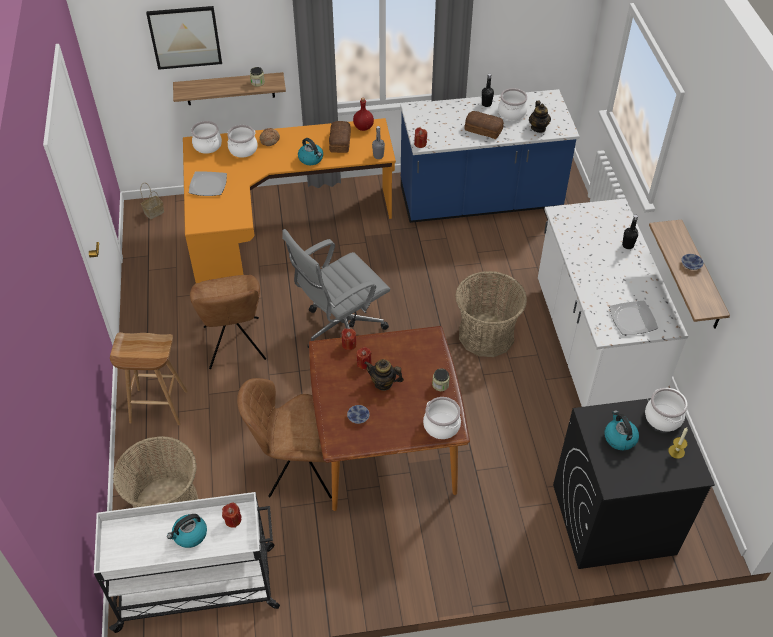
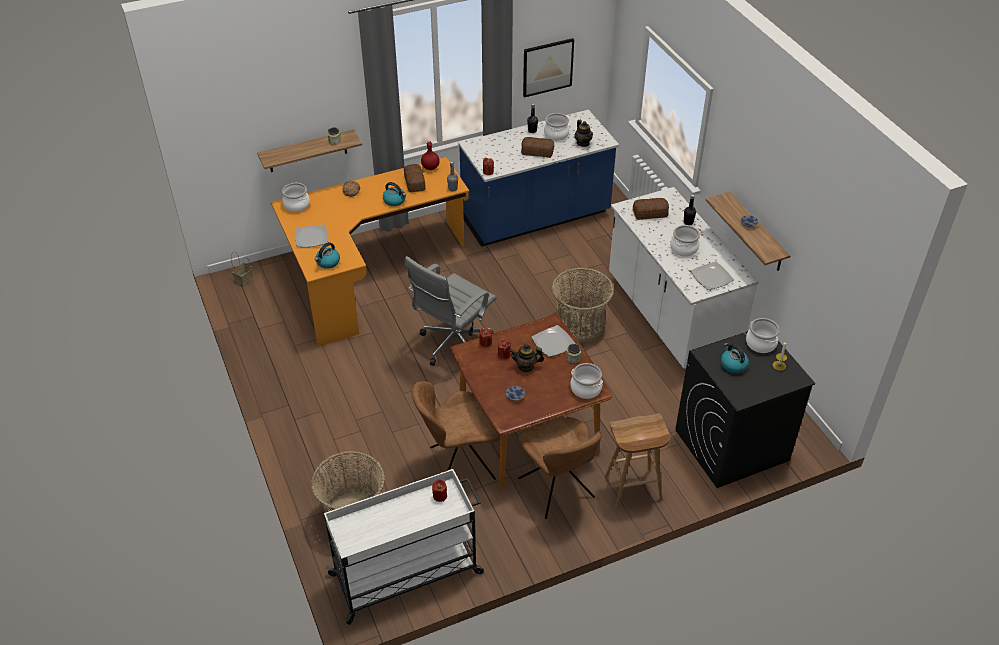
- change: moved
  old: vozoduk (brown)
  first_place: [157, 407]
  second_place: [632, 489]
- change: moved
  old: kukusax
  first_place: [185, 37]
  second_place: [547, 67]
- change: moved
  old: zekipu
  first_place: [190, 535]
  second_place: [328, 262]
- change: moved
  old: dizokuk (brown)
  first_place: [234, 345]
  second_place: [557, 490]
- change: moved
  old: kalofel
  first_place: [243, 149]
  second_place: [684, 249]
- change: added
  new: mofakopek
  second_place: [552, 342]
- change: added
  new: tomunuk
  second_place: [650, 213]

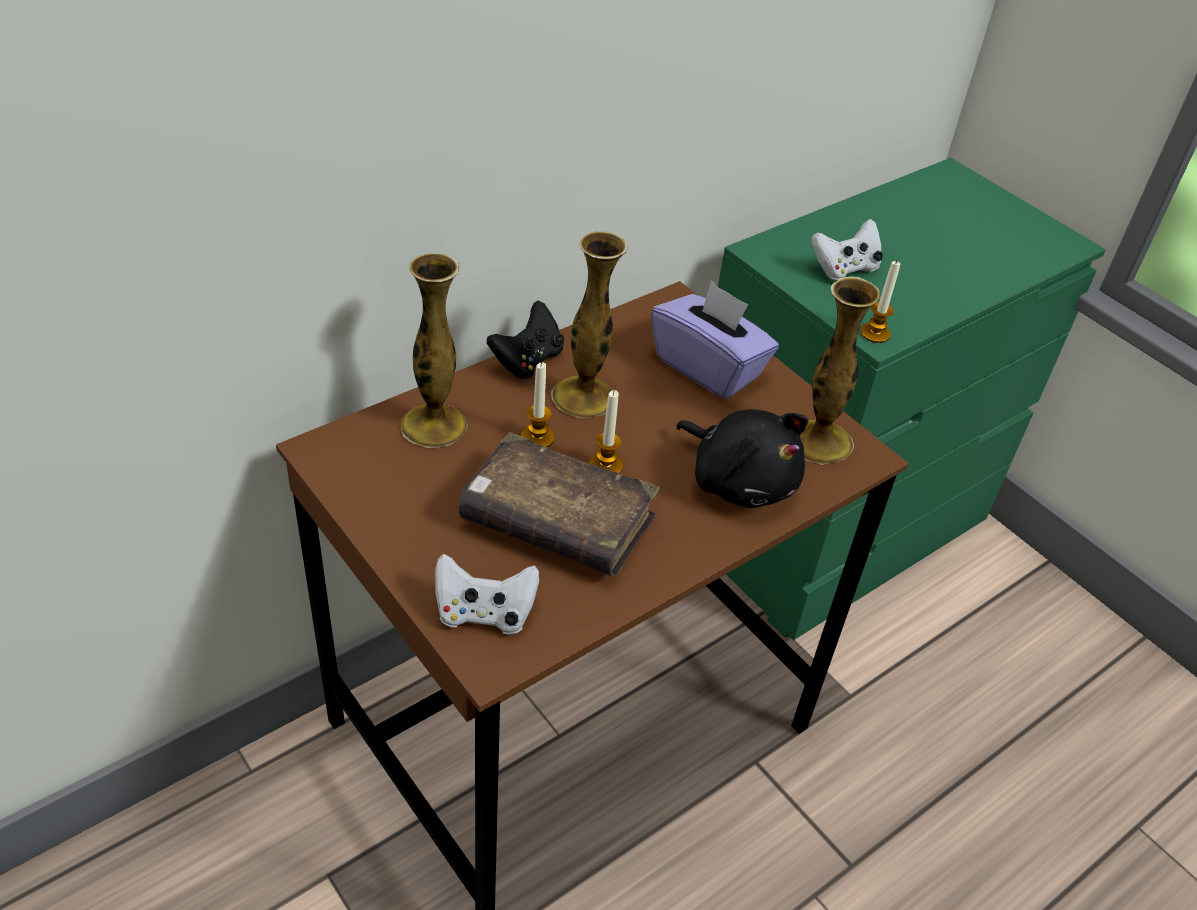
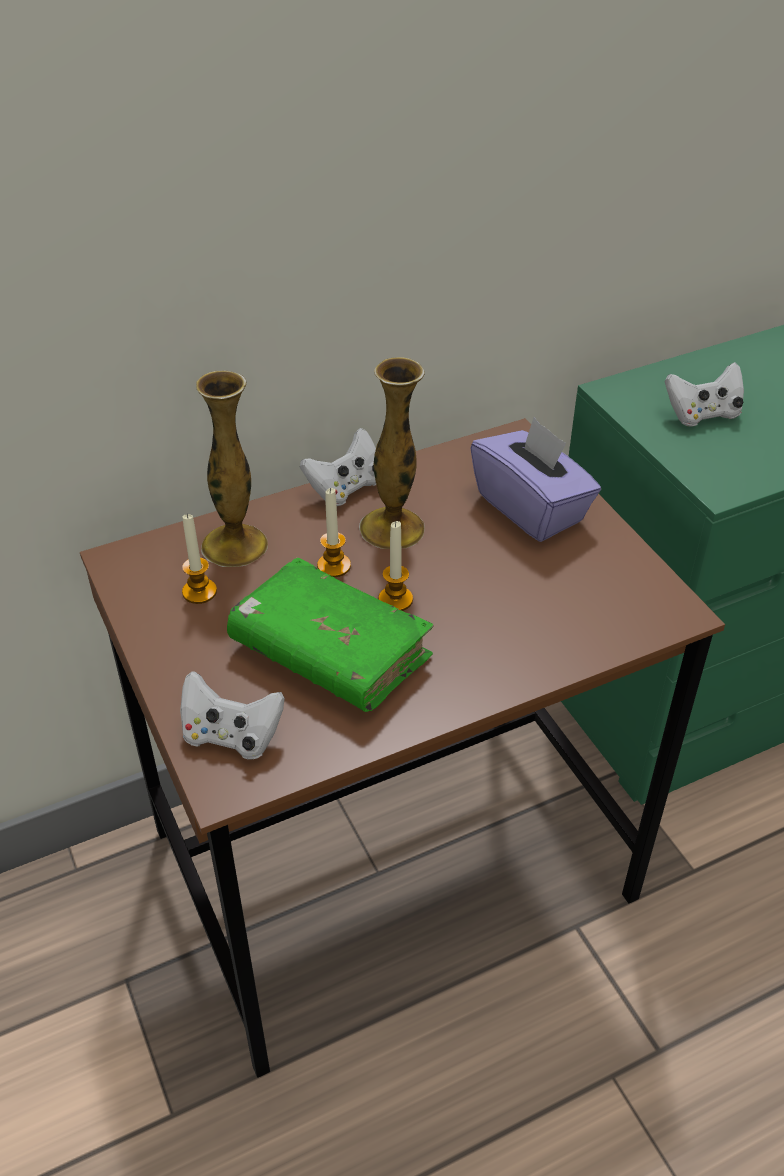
- change: recoloured
  old: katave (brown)
  new: katave (green)
  first_place: [557, 522]
  second_place: [330, 652]
- change: recoloured
  old: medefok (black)
  new: medefok (white)
  first_place: [527, 360]
  second_place: [345, 488]
- change: removed
  old: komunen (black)
  first_place: [740, 480]
- change: removed
  old: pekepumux
  first_place: [820, 442]
- change: moved
  old: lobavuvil
  first_place: [875, 333]
  second_place: [199, 592]

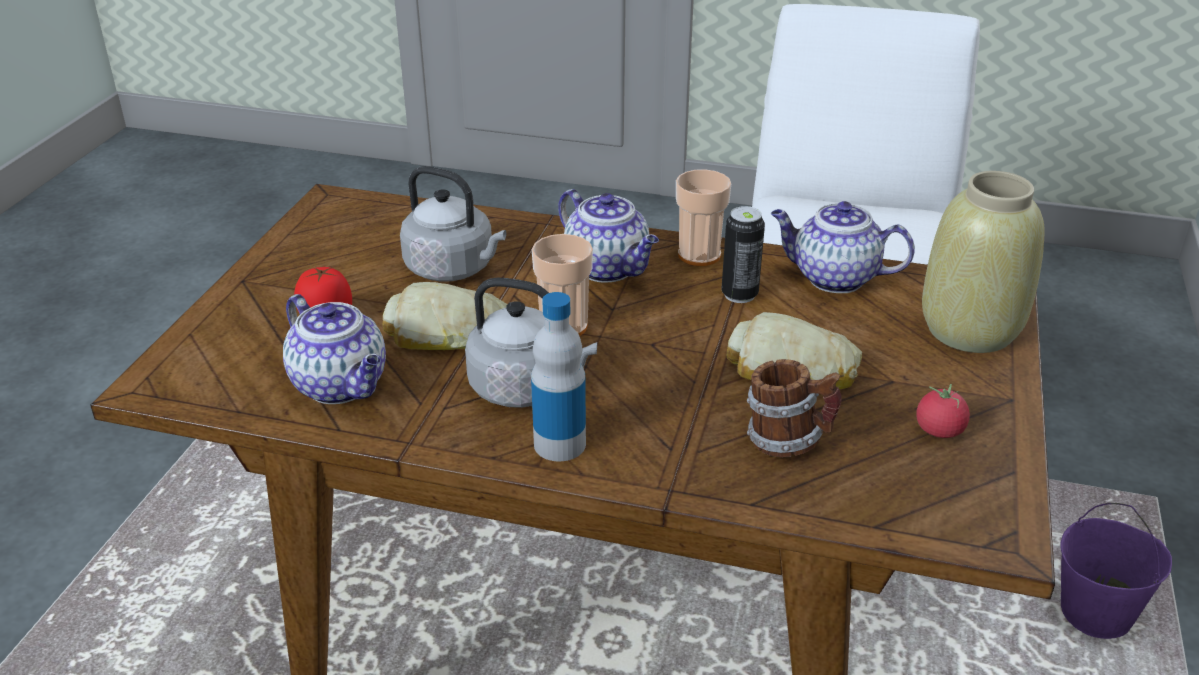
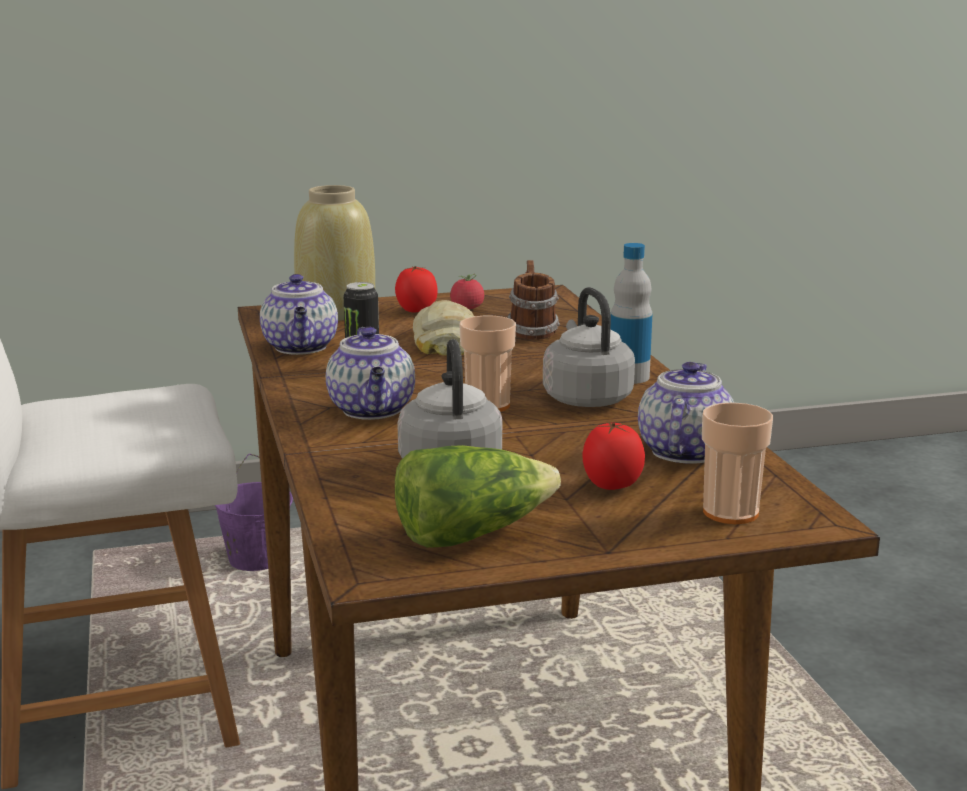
- change: removed
  old: tomunuk
  first_place: [448, 332]
- change: turned
  old: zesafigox
  first_place: [608, 269]
  second_place: [373, 410]
  degrees: 150
- change: moved
  old: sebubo
  first_place: [699, 255]
  second_place: [730, 512]
- change: added
  new: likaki
  second_place: [416, 311]
- change: added
  new: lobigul
  second_place: [471, 534]

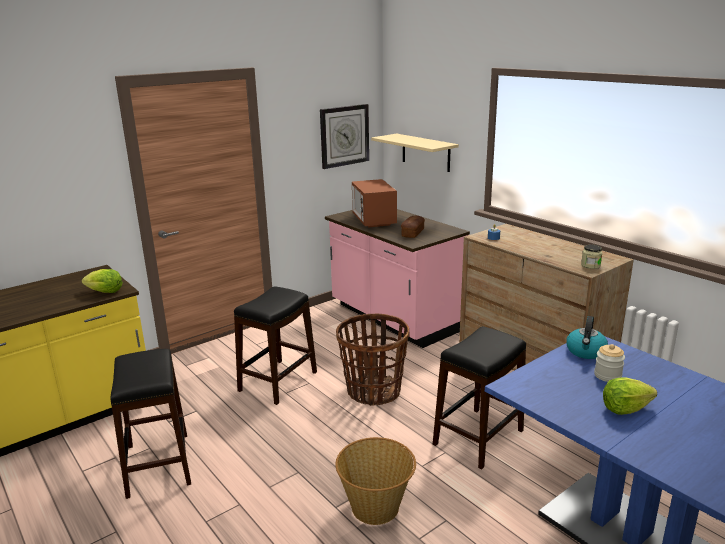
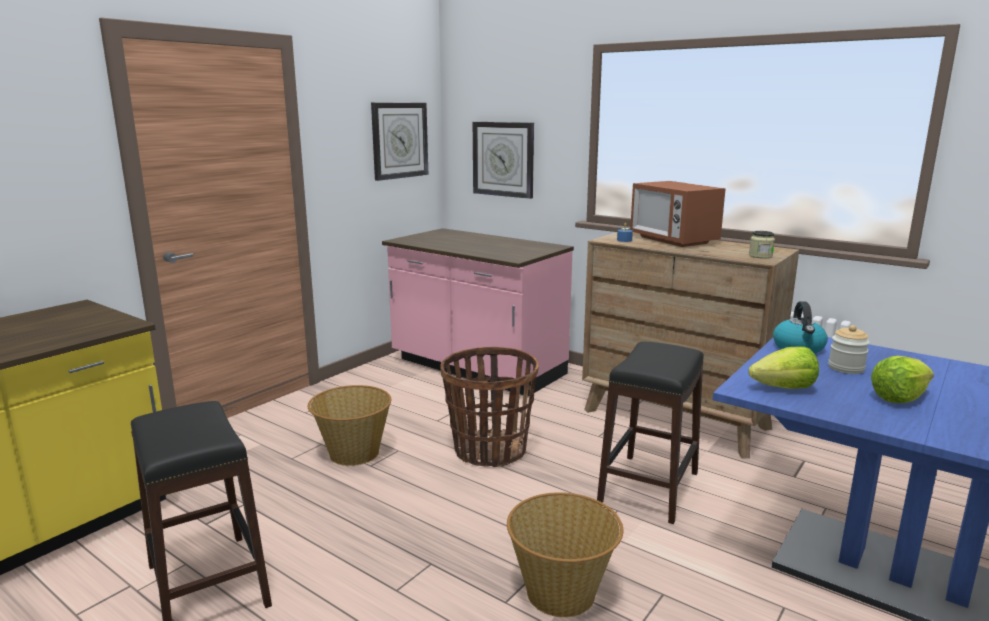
- change: moved
  old: lobigul
  first_place: [105, 292]
  second_place: [784, 388]
- change: replaced
  old: vozoduk (black)
  new: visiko
  first_place: [277, 381]
  second_place: [353, 453]
- change: moved
  old: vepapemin
  first_place: [373, 221]
  second_place: [673, 240]
- change: replaced
  old: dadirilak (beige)
  new: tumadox
  first_place: [425, 152]
  second_place: [503, 159]
- change: removed
  old: tomunuk
  first_place: [412, 233]

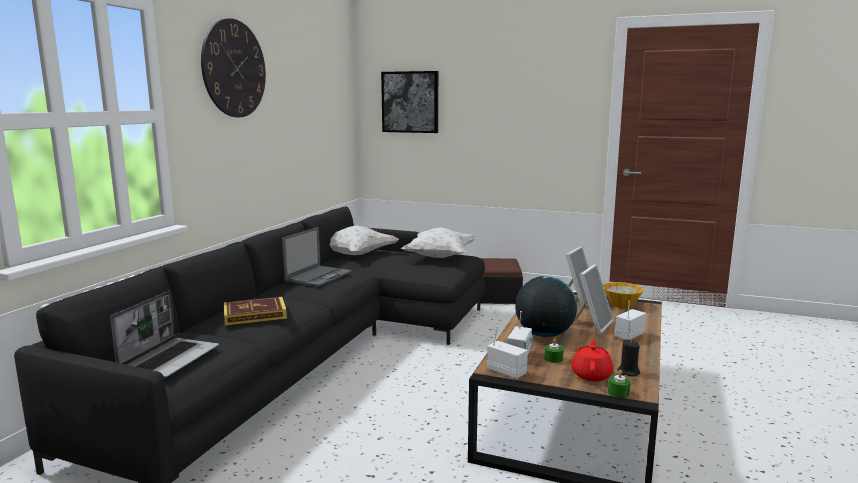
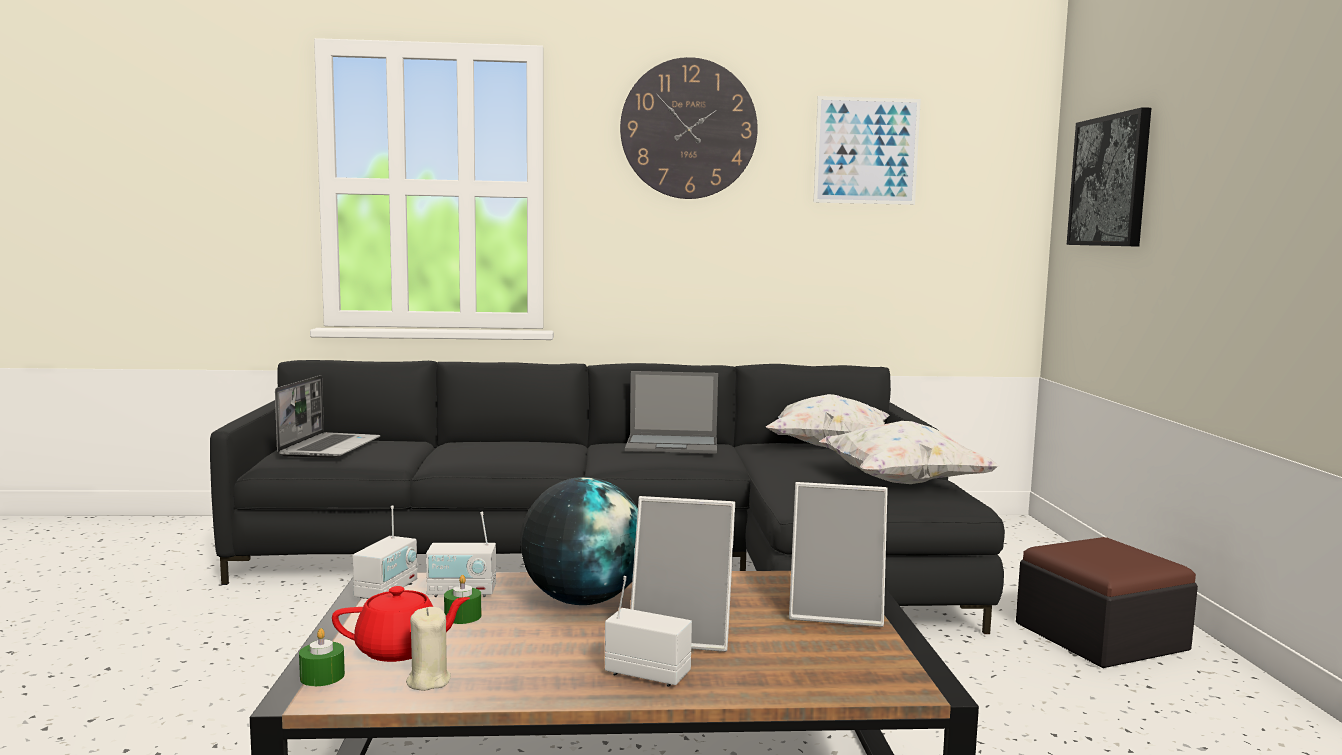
- change: turned
  old: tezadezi
  first_place: [170, 359]
  second_place: [329, 447]
  degrees: -75
- change: removed
  old: katave
  first_place: [255, 315]
- change: removed
  old: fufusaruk
  first_place: [621, 304]
- change: recoloured
  old: lobavuvil (black)
  new: lobavuvil (beige)
  first_place: [628, 372]
  second_place: [428, 681]
- change: added
  new: kukusax
  second_place: [866, 151]

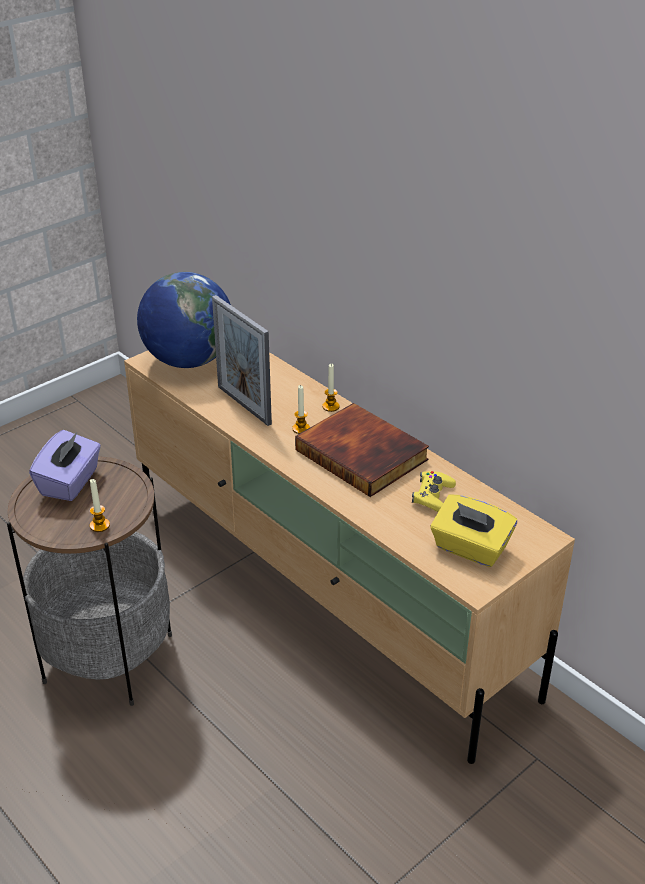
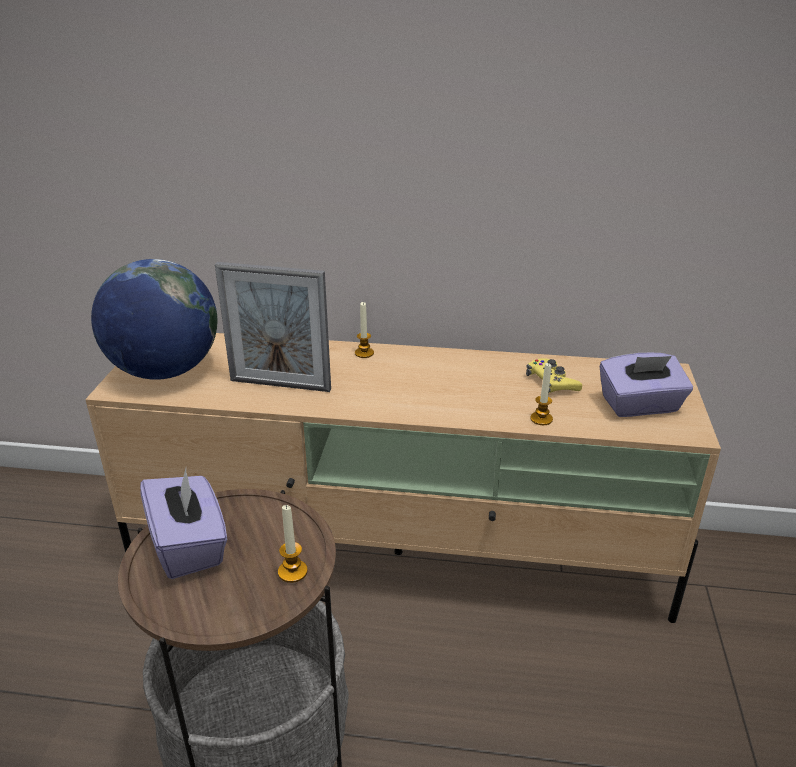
- change: moved
  old: lobavuvil
  first_place: [301, 429]
  second_place: [541, 419]
- change: removed
  old: katave
  first_place: [363, 454]
- change: recoloured
  old: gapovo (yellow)
  new: gapovo (purple)
  first_place: [470, 548]
  second_place: [640, 406]

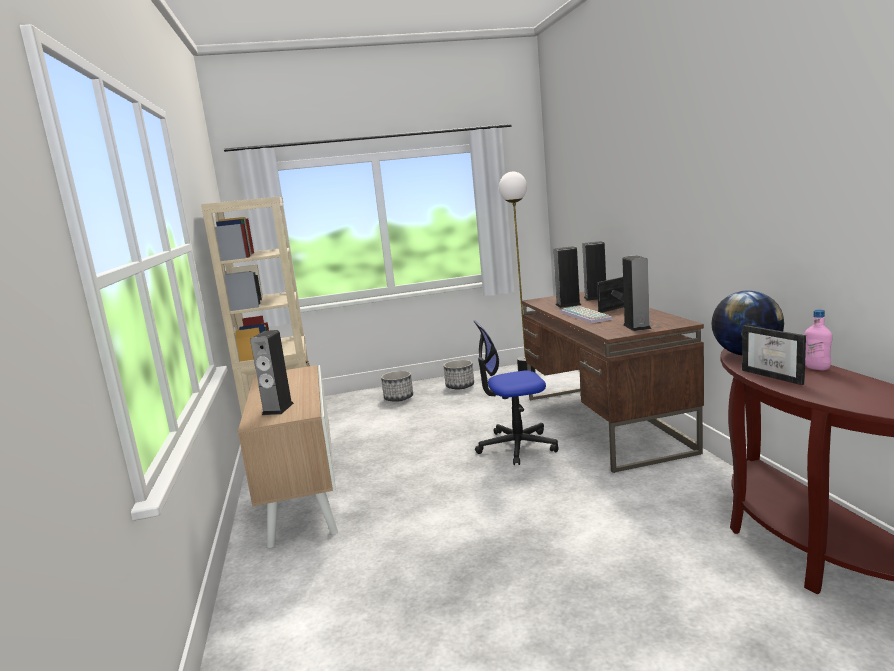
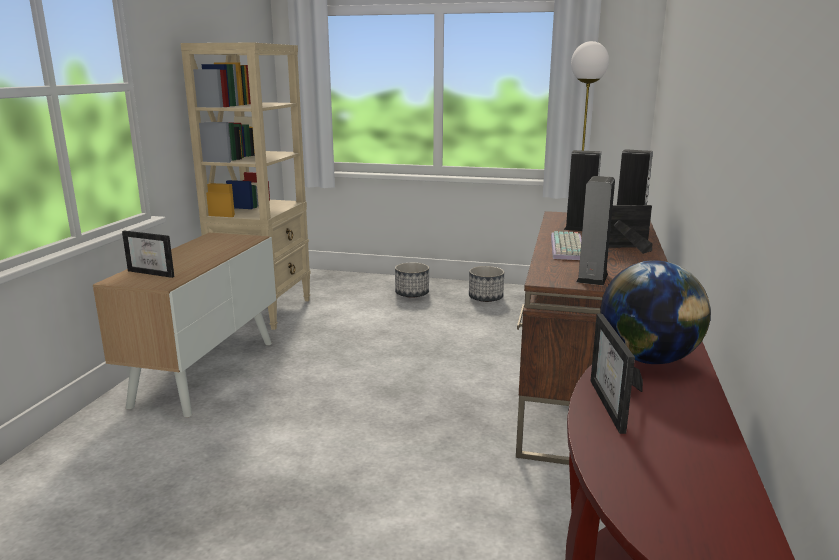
- change: replaced
  old: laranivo
  new: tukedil
  first_place: [278, 409]
  second_place: [156, 272]
- change: removed
  old: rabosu
  first_place: [516, 446]
- change: removed
  old: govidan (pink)
  first_place: [816, 368]

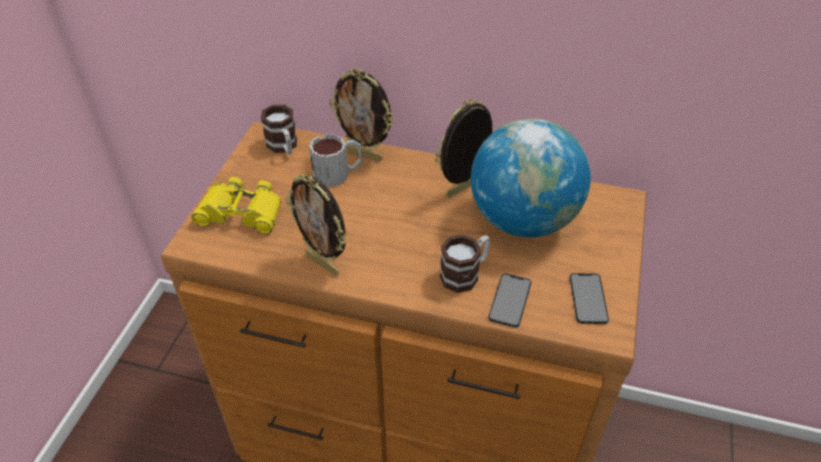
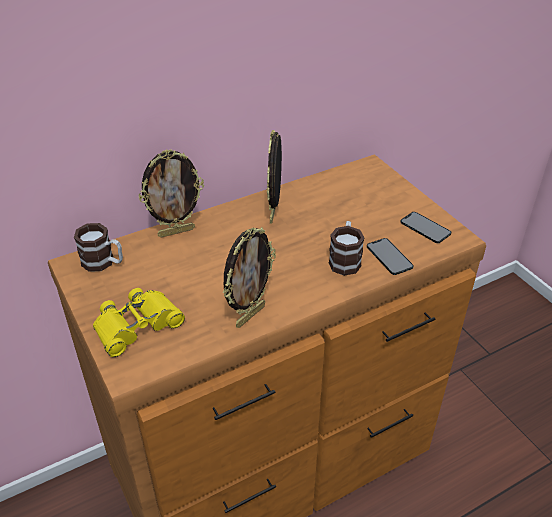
- change: turned
  old: tukedil
  first_place: [323, 263]
  second_place: [249, 315]
  degrees: -45
- change: removed
  old: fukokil
  first_place: [338, 173]
- change: removed
  old: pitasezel
  first_place: [523, 220]

